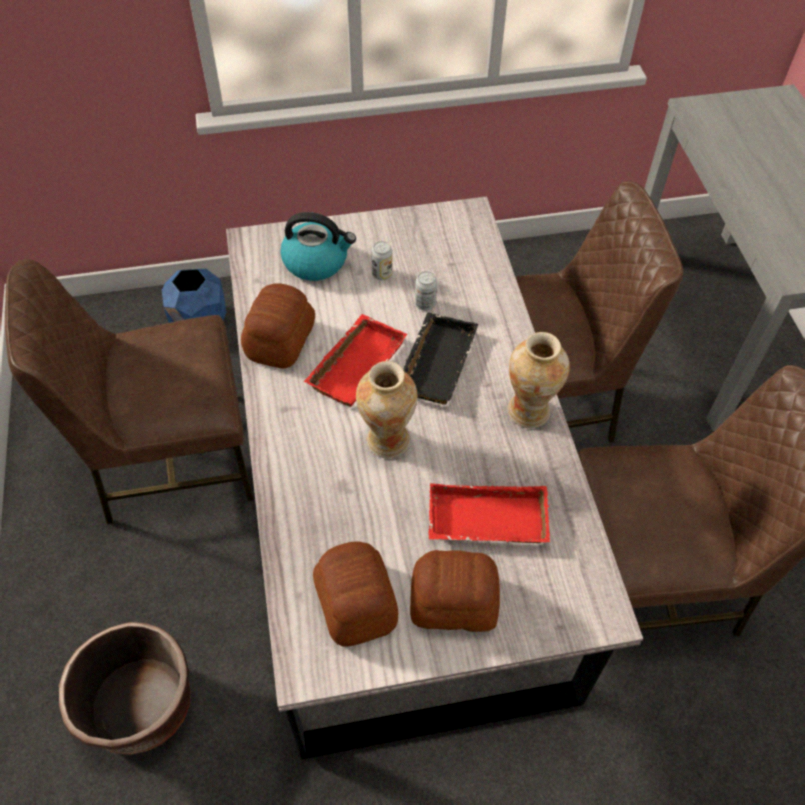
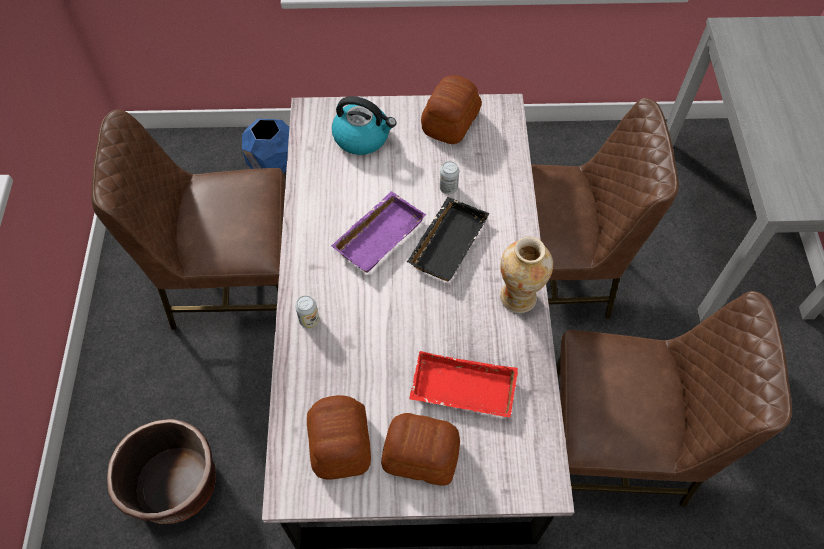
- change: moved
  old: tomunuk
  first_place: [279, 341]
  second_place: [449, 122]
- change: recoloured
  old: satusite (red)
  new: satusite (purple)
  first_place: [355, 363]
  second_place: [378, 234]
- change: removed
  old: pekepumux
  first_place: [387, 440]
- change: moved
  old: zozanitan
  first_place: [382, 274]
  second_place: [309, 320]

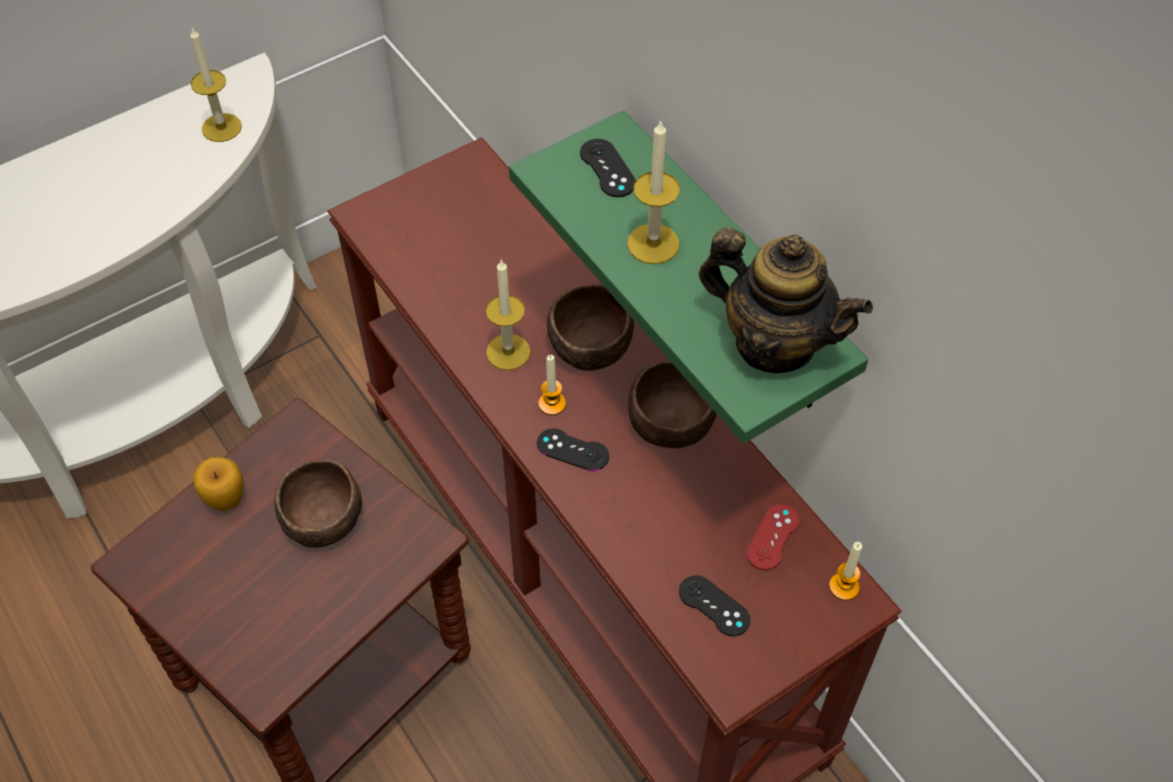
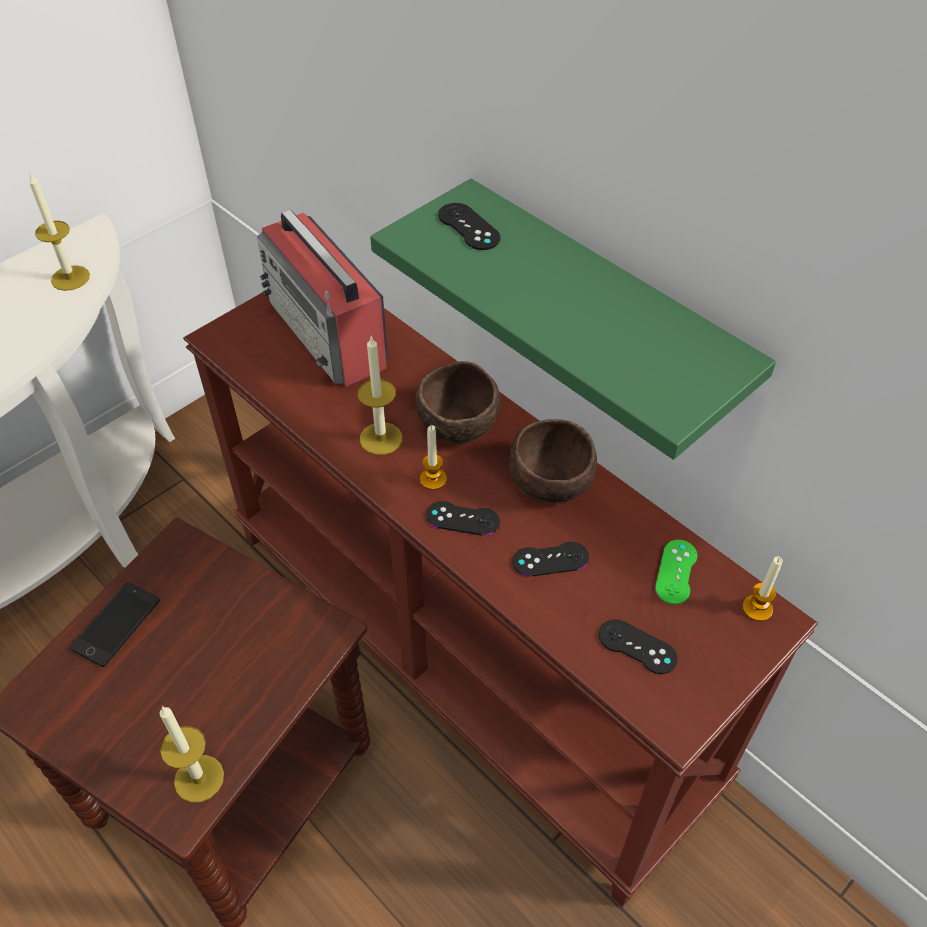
- change: replaced
  old: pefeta
  new: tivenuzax
  first_place: [226, 500]
  second_place: [116, 624]
- change: removed
  old: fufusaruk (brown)
  first_place: [322, 519]
- change: moved
  old: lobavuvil
  first_place: [653, 244]
  second_place: [199, 778]
- change: removed
  old: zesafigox
  first_place: [774, 342]
- change: recoloured
  old: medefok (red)
  new: medefok (green)
  first_place: [773, 537]
  second_place: [676, 572]
- change: added
  new: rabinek
  second_place: [328, 334]
- change: added
  new: medefok (black)
  second_place: [550, 559]

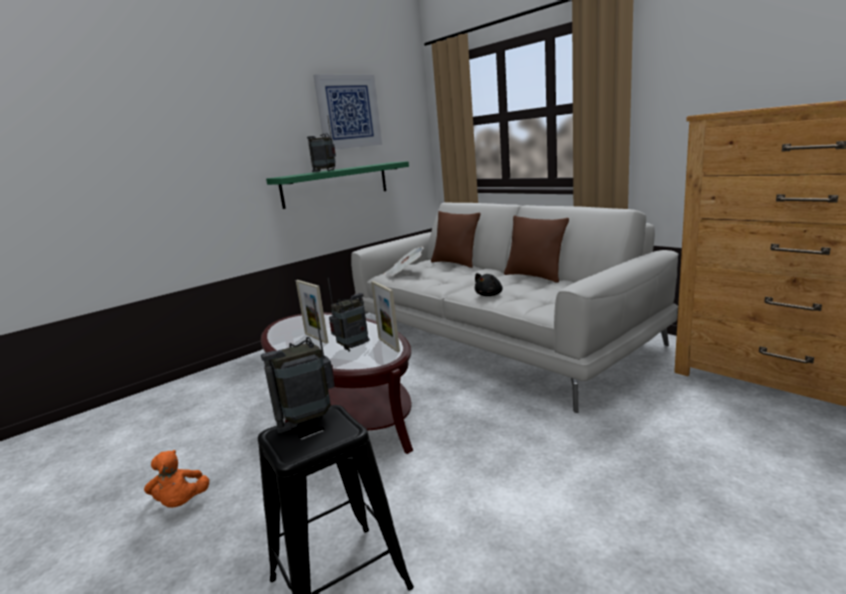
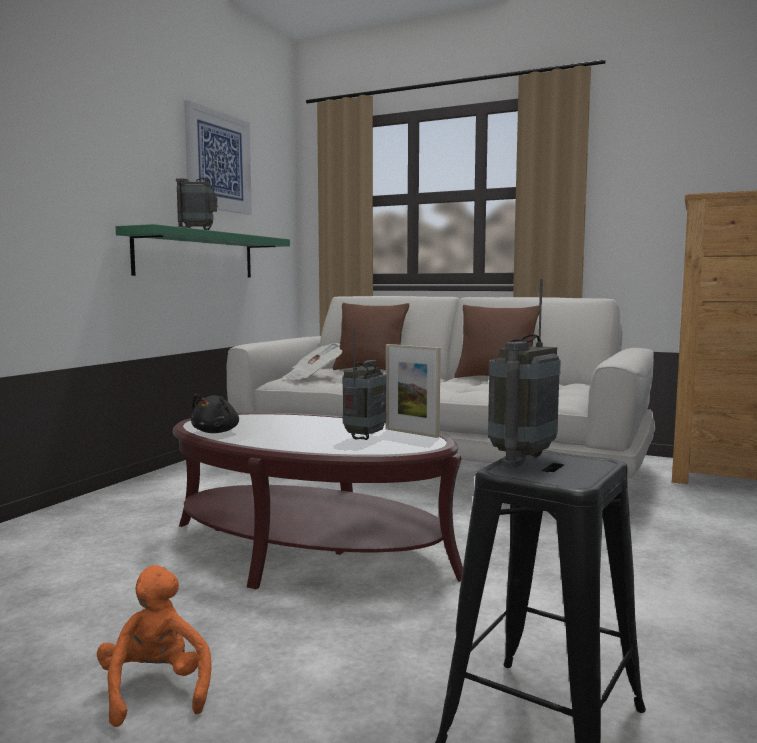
- change: turned
  old: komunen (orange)
  first_place: [181, 503]
  second_place: [156, 690]
  degrees: -150
- change: removed
  old: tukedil
  first_place: [316, 338]
- change: moved
  old: komunen (black)
  first_place: [490, 295]
  second_place: [217, 432]

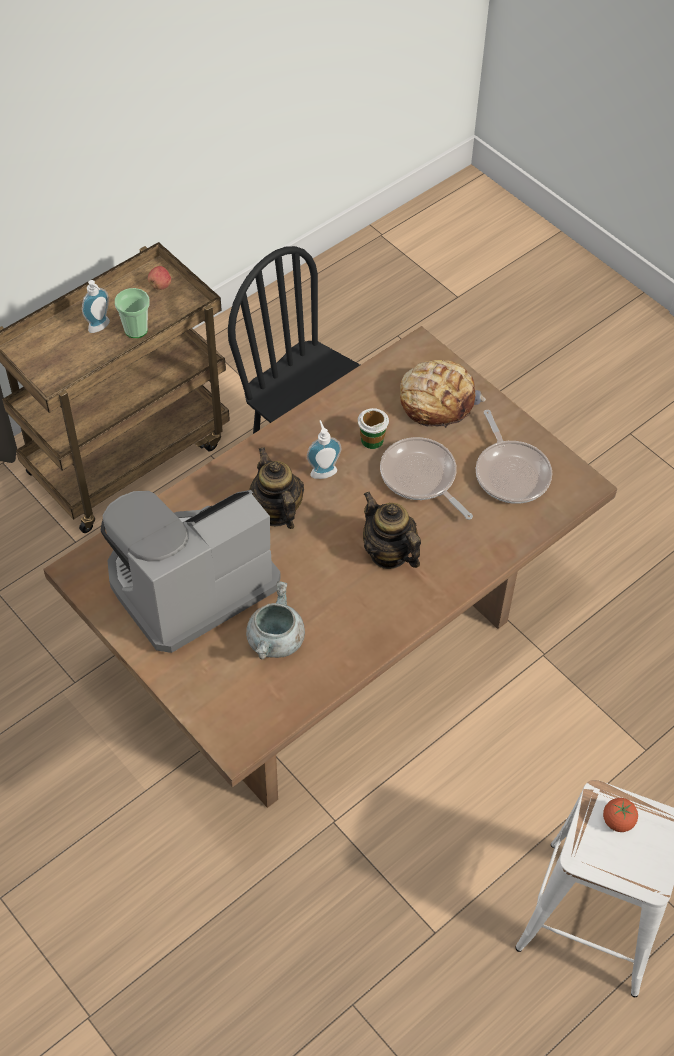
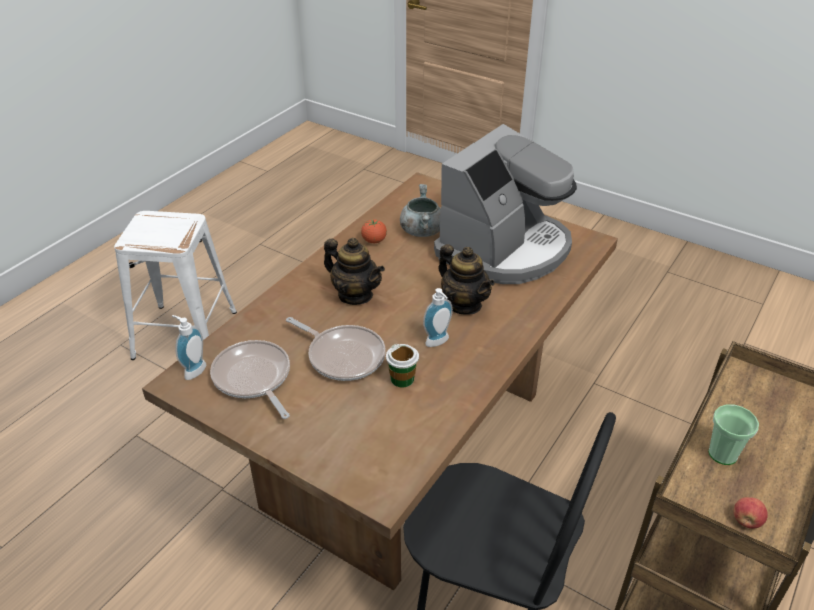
- change: moved
  old: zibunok
  first_place: [101, 327]
  second_place: [193, 370]
- change: removed
  old: tomunuk
  first_place: [436, 400]
- change: moved
  old: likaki
  first_place: [617, 821]
  second_place: [374, 241]

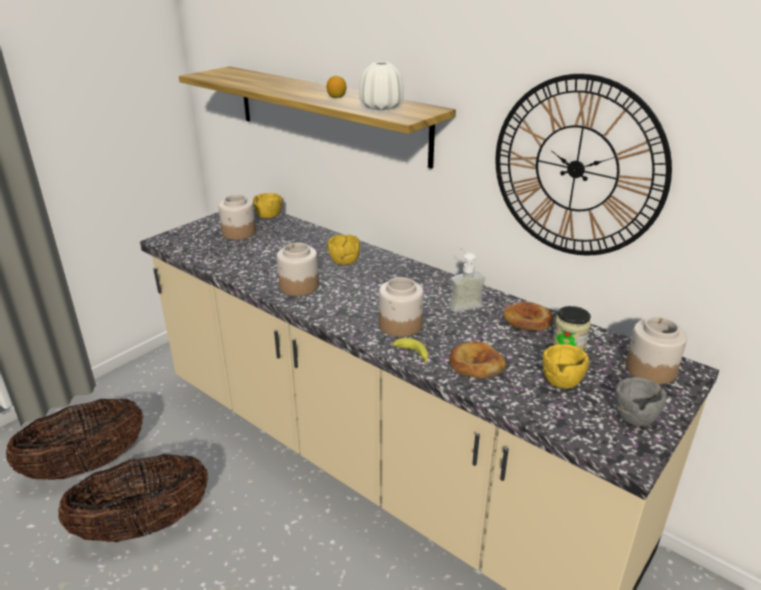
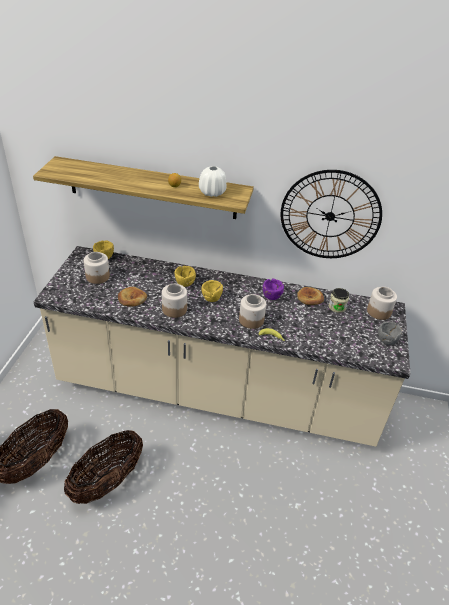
- change: replaced
  old: zibunok
  new: fufusaruk (purple)
  first_place: [462, 303]
  second_place: [271, 296]
- change: moved
  old: tomunuk
  first_place: [475, 364]
  second_place: [132, 298]
- change: moved
  old: fufusaruk (yellow)
  first_place: [562, 380]
  second_place: [211, 297]

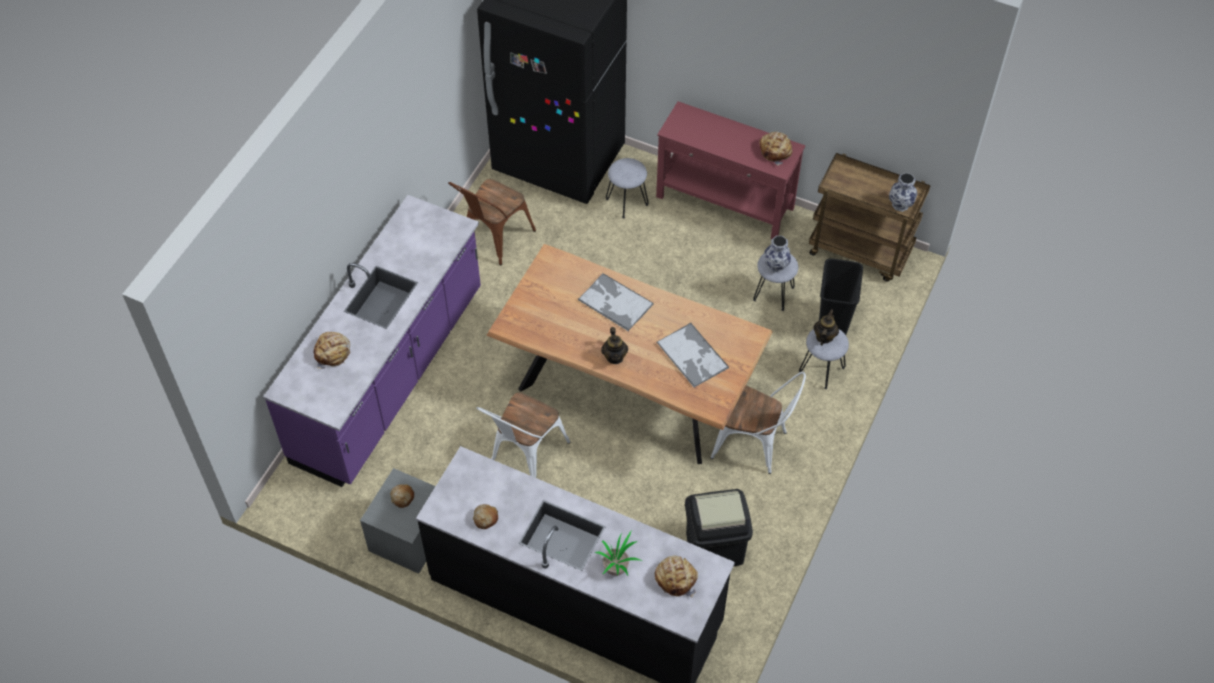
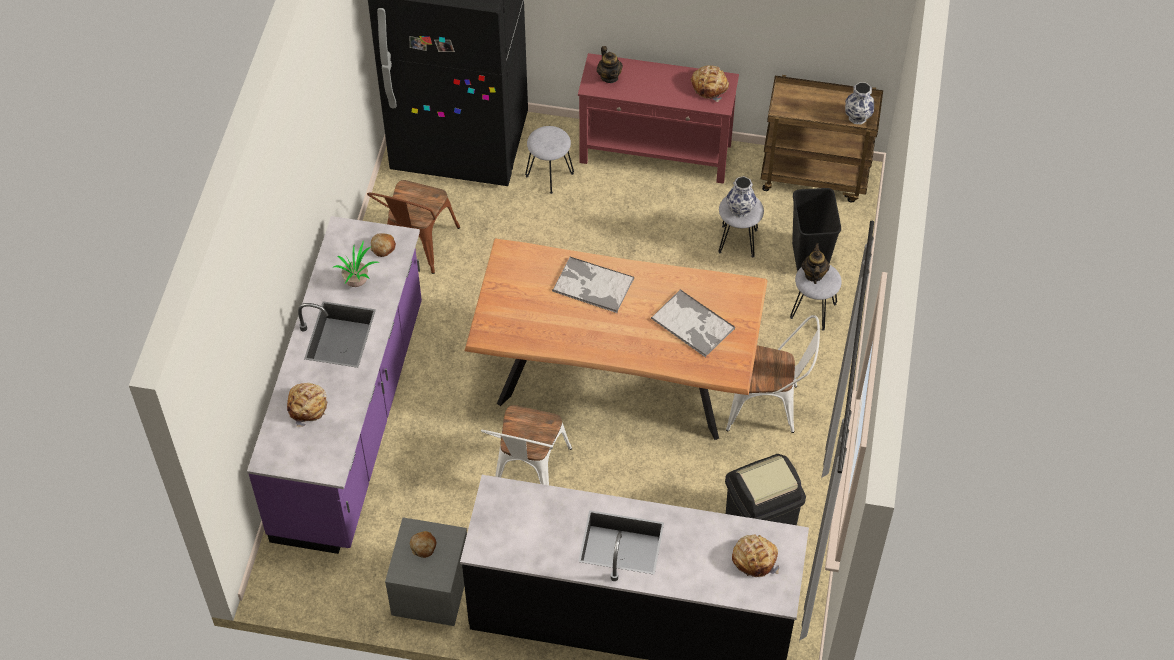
- change: moved
  old: tomunuk
  first_place: [485, 518]
  second_place: [383, 247]
- change: moved
  old: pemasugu
  first_place: [617, 568]
  second_place: [358, 282]
- change: moved
  old: zesafigox
  first_place: [614, 356]
  second_place: [609, 76]

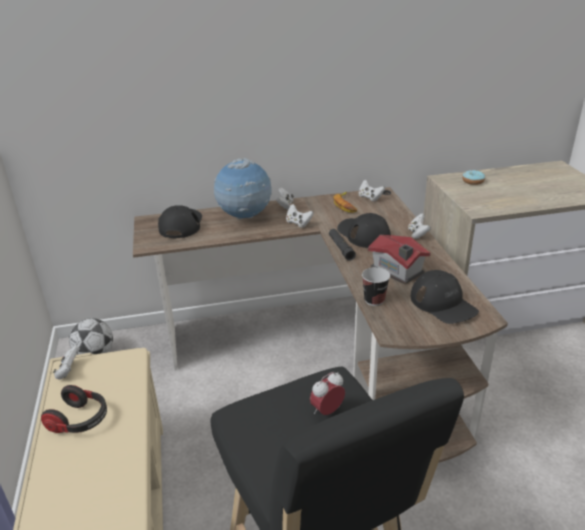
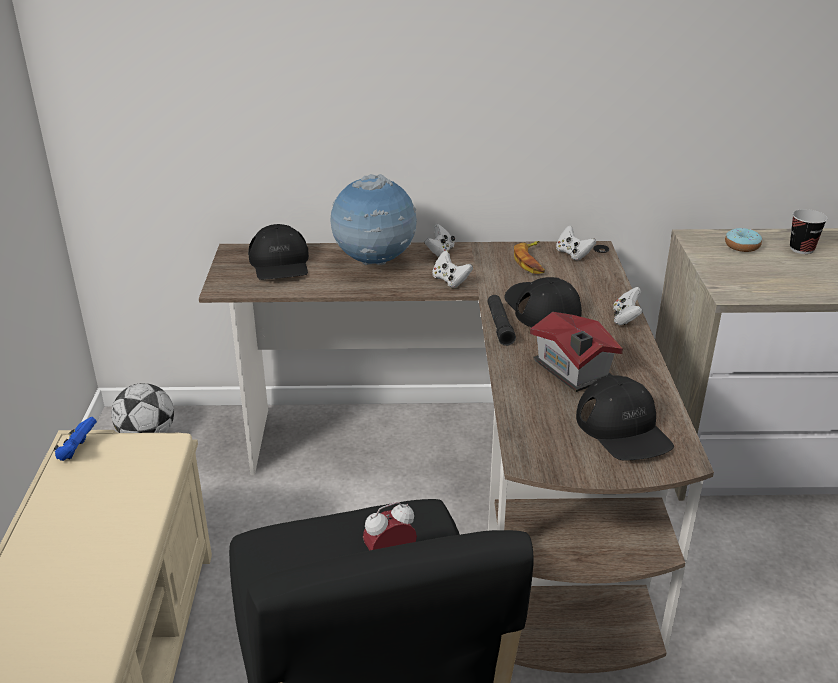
- change: removed
  old: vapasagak
  first_place: [80, 420]
- change: recoloured
  old: medefok (white)
  new: medefok (blue)
  first_place: [68, 371]
  second_place: [77, 451]
- change: turned
  old: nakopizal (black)
  first_place: [181, 225]
  second_place: [280, 263]
  degrees: 150
- change: moved
  old: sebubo
  first_place: [374, 300]
  second_place: [801, 249]

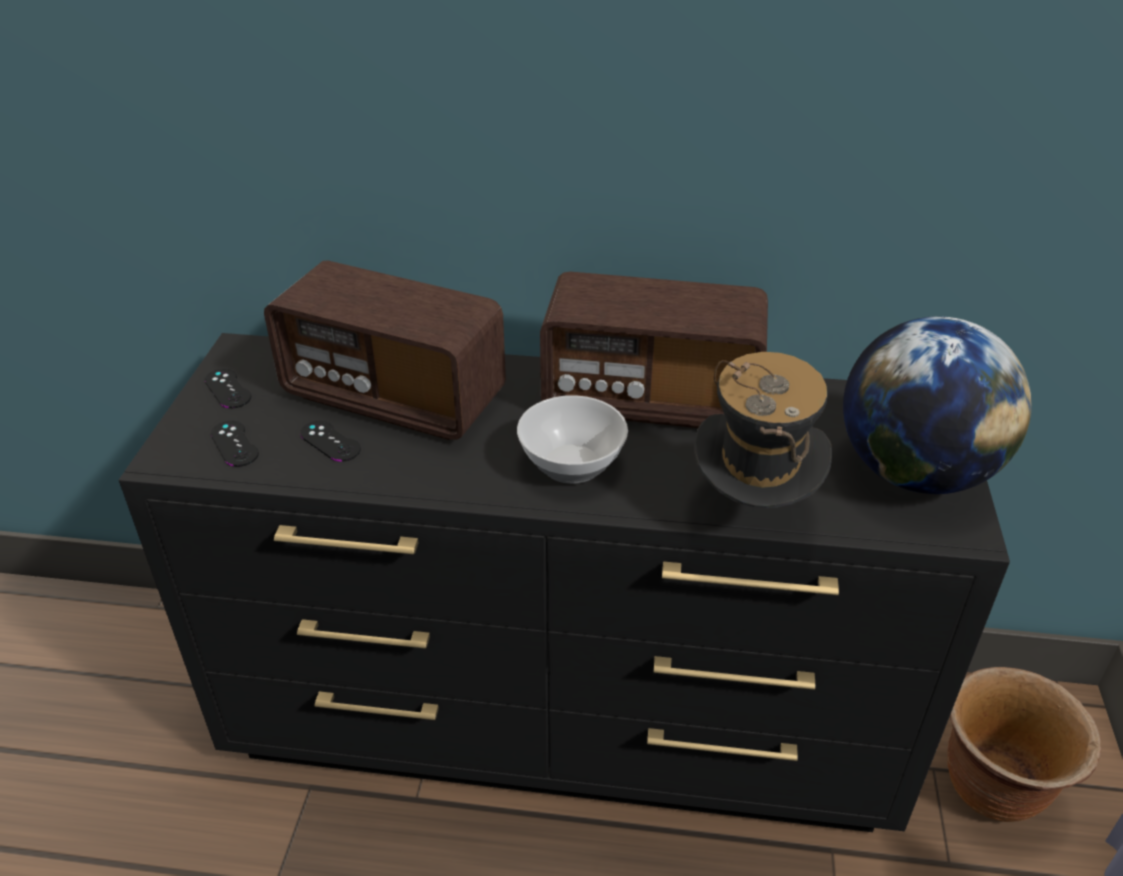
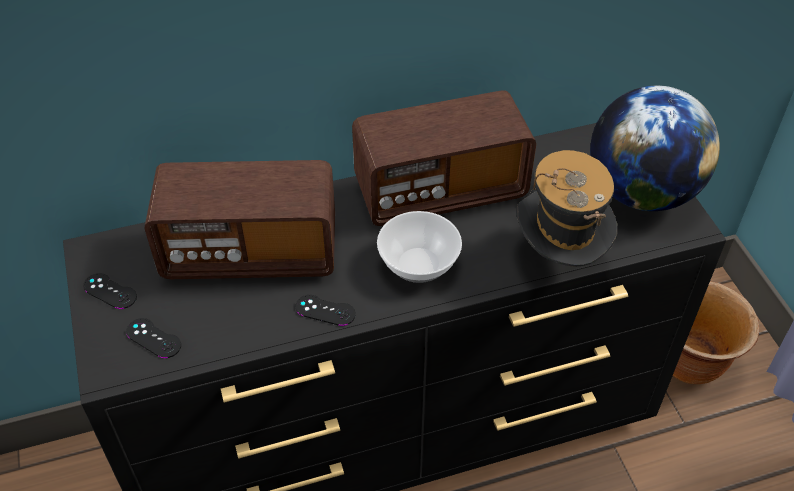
- change: moved
  old: medefok (black)
  first_place: [330, 441]
  second_place: [325, 310]

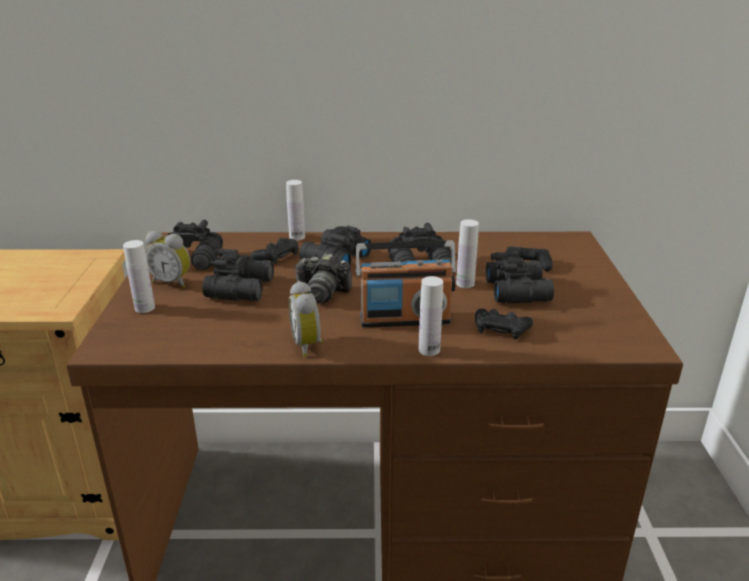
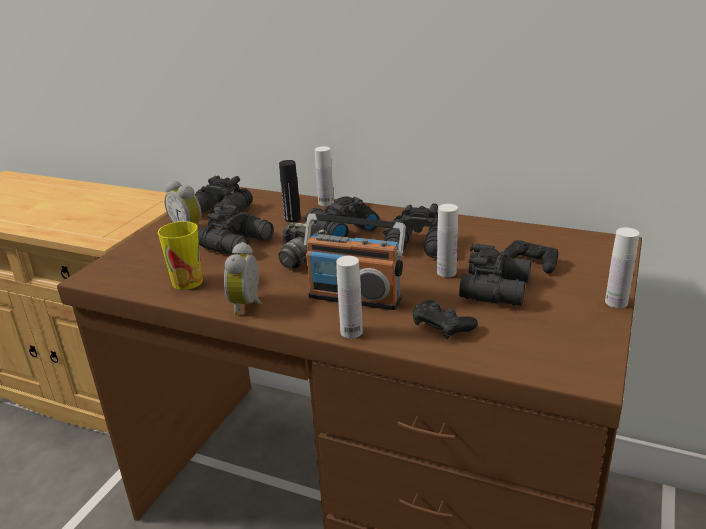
- change: moved
  old: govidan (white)
  first_place: [145, 308]
  second_place: [616, 302]
- change: replaced
  old: medefok (black)
  new: govidan (black)
  first_place: [276, 256]
  second_place: [292, 218]
- change: added
  new: sebubo
  second_place: [187, 282]

